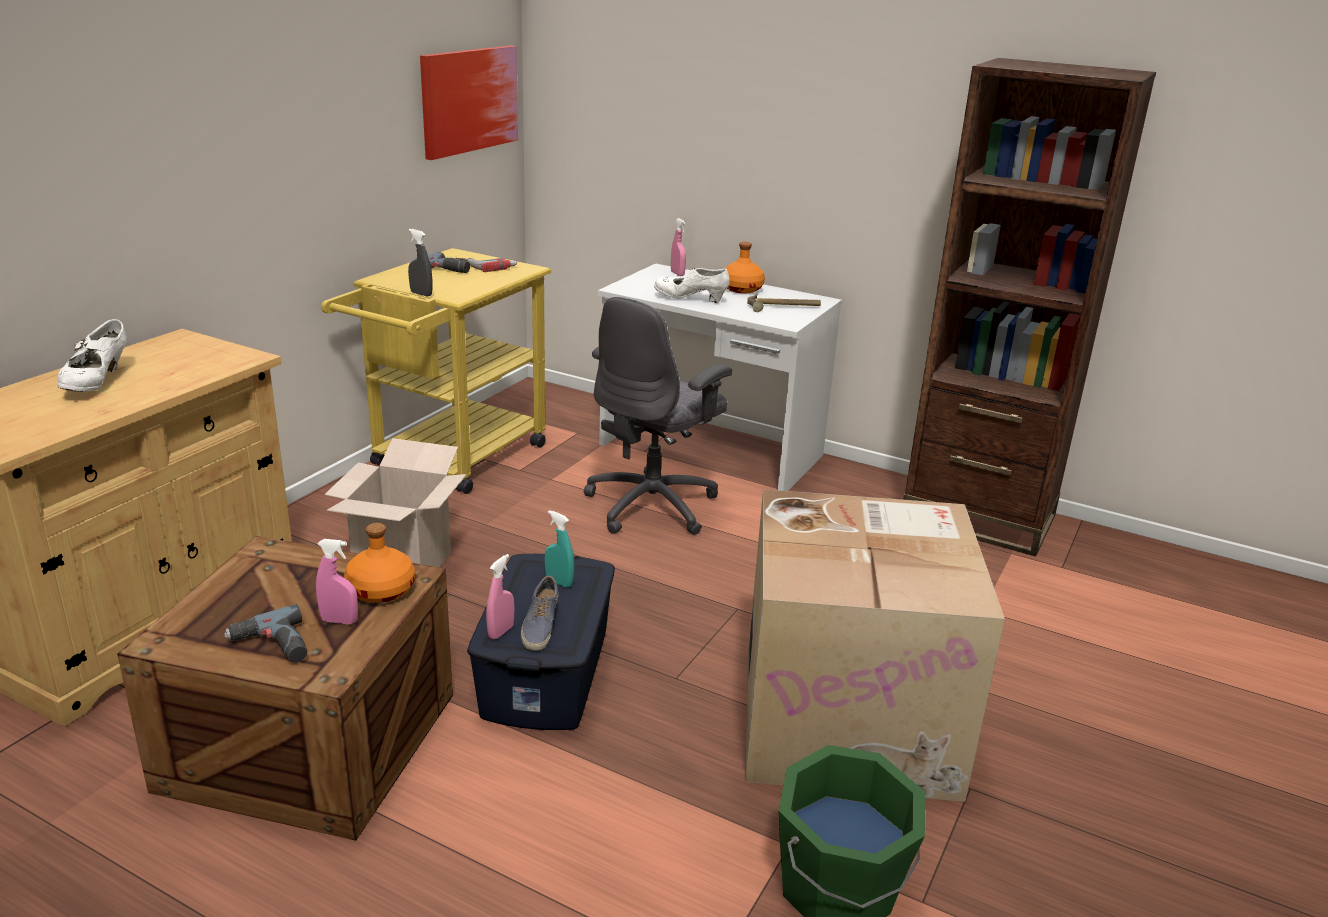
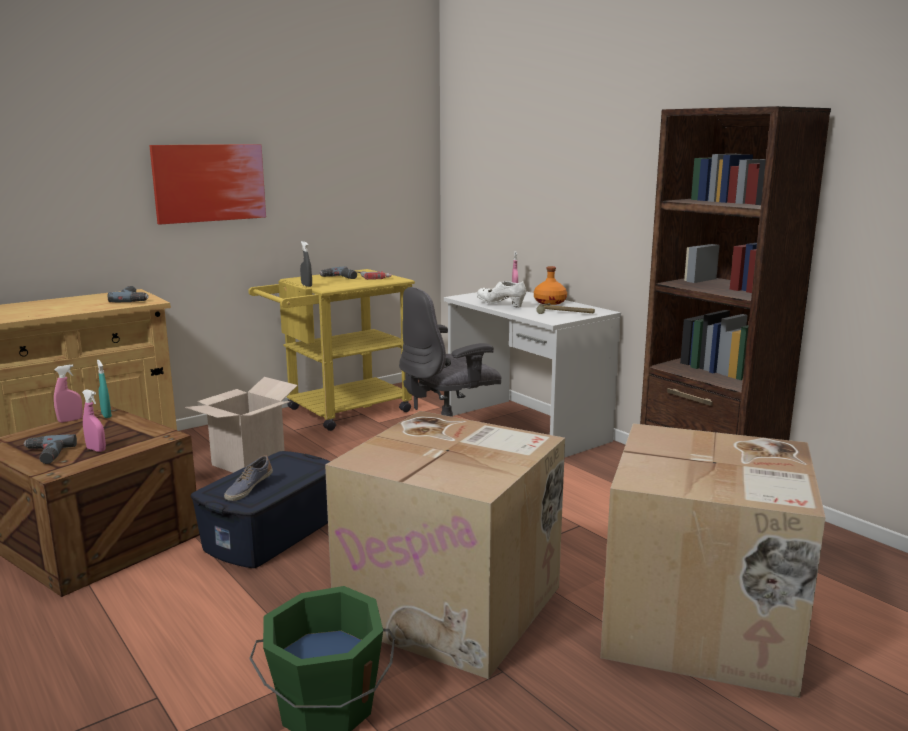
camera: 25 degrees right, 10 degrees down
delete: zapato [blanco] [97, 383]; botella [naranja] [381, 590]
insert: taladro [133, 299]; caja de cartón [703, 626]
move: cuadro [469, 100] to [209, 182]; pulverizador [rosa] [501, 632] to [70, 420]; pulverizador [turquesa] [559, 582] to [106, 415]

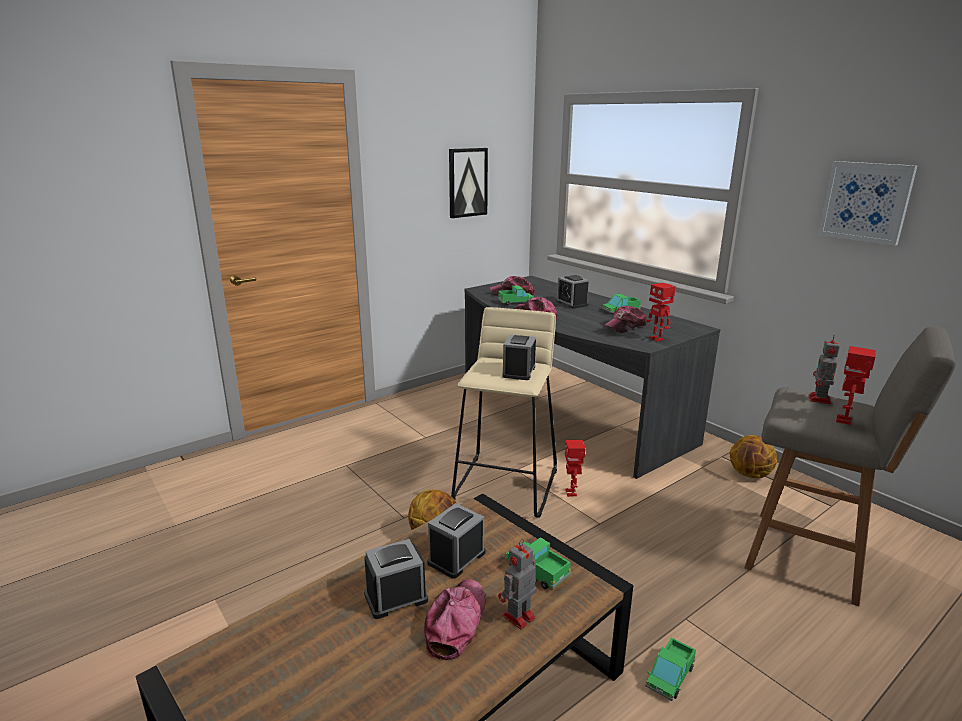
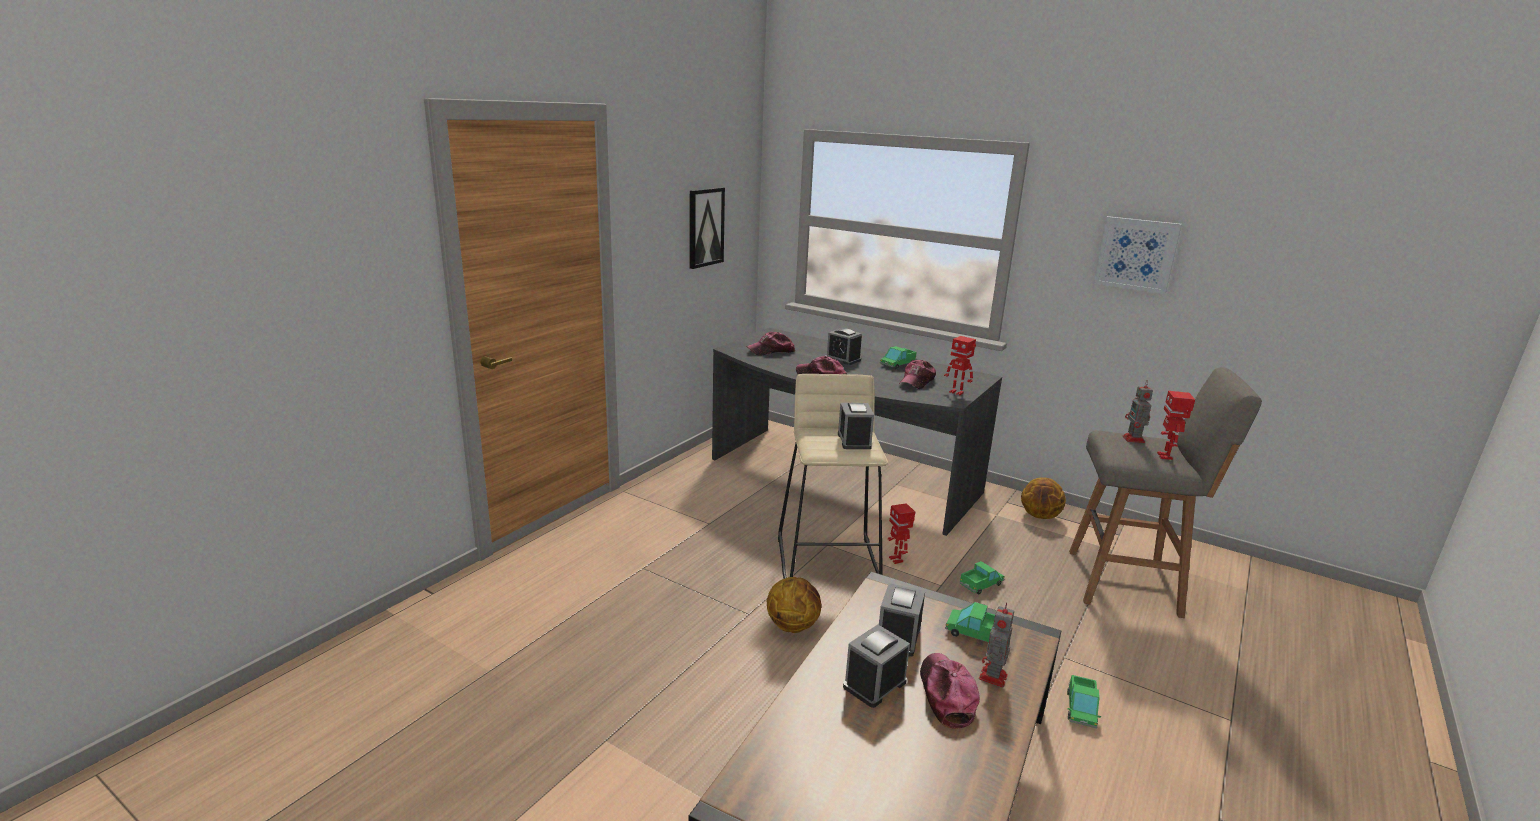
camera: 20 degrees left, 0 degrees up
move: camión de juguete [516, 302] to [981, 584]

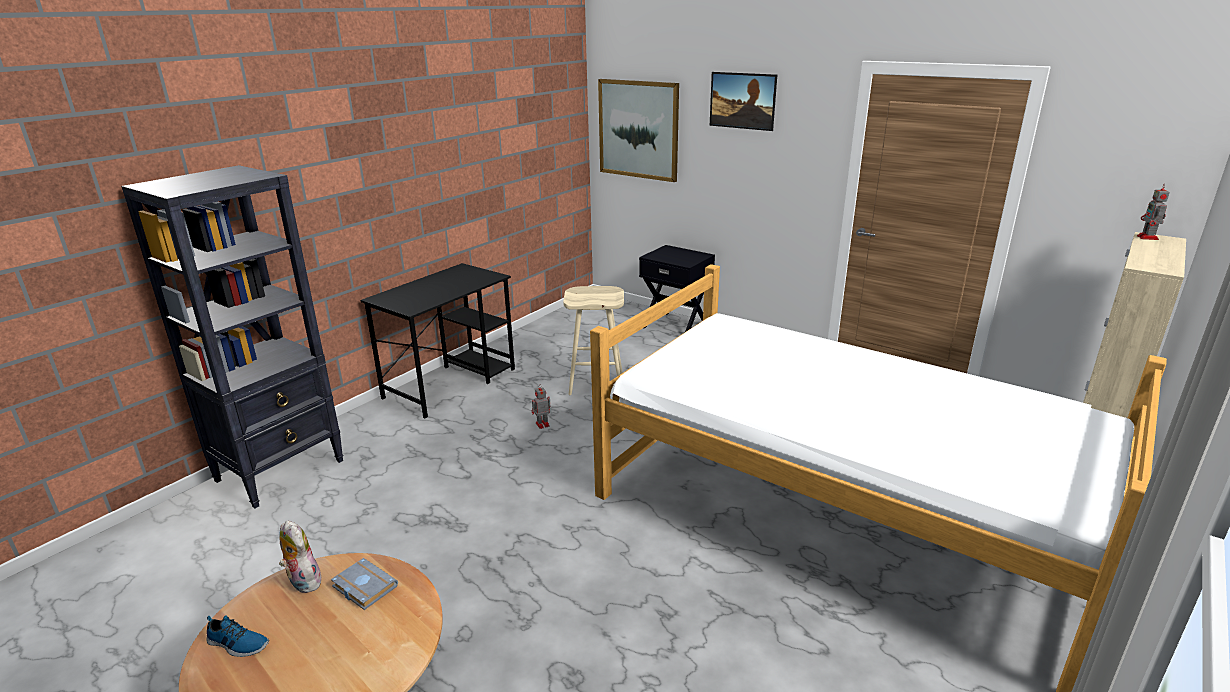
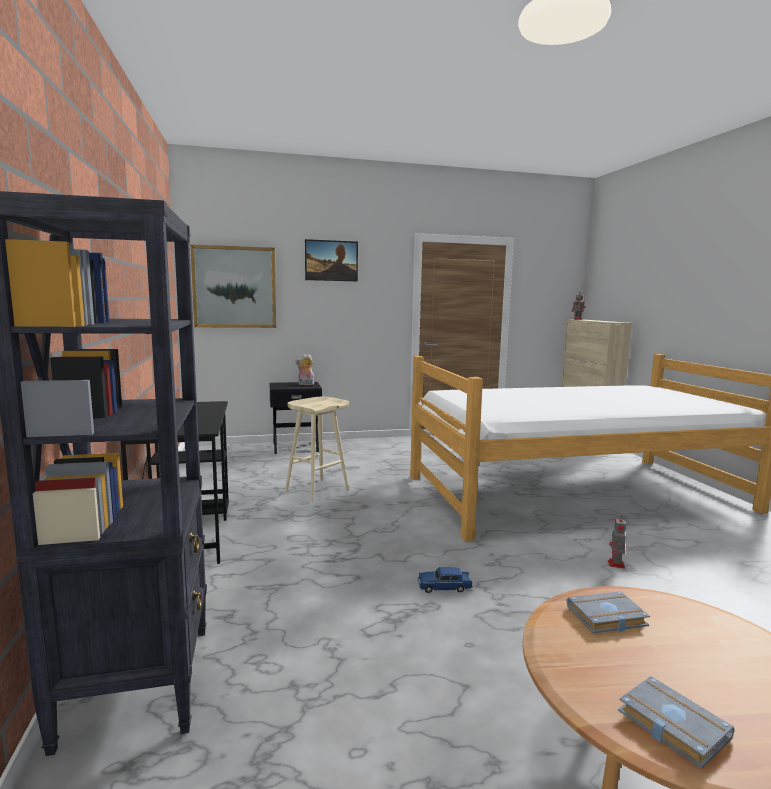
camera: 50 degrees left, 15 degrees down
insert: coche de juguete [azul] [444, 587]
move: peluche [302, 582] to [305, 384]; robot de juguete [541, 424] to [616, 565]
replace: zapato [237, 644] to libro [gris] [669, 725]

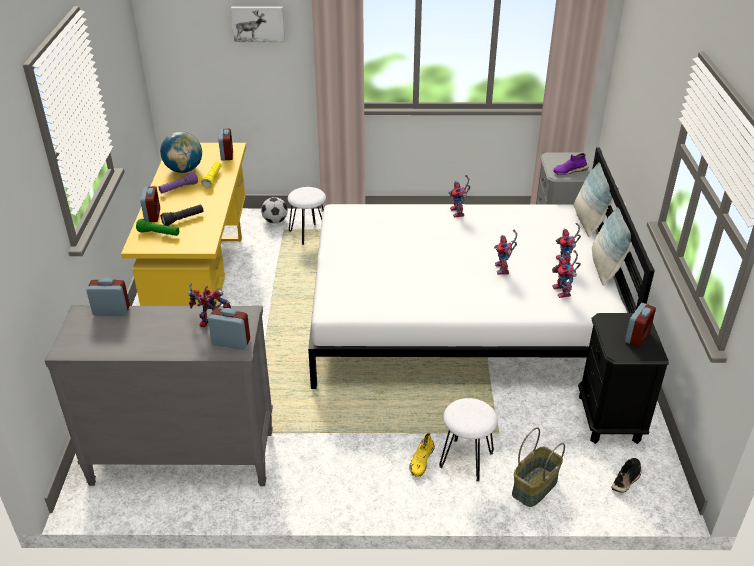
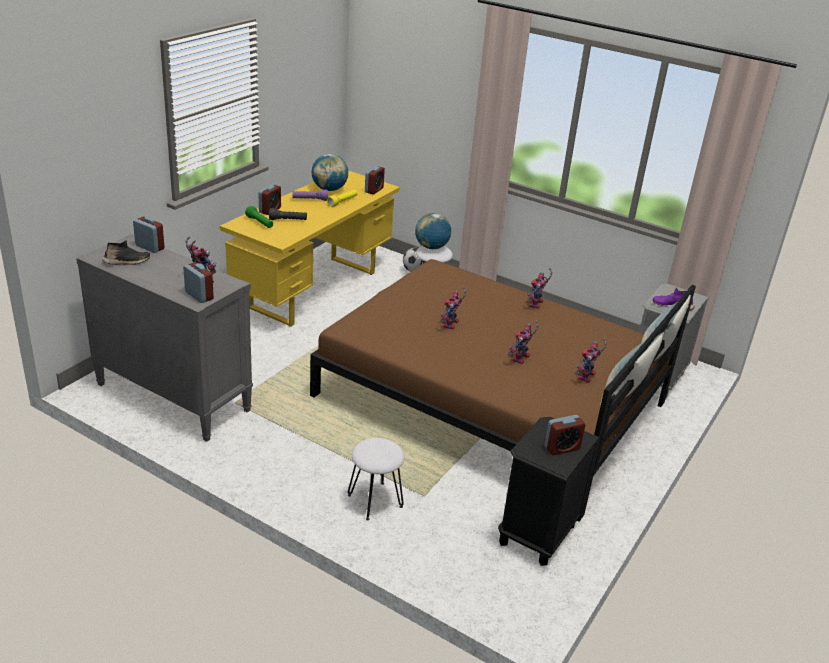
camera: 30 degrees right, 5 degrees down
delete: cuadro [258, 23]; zapato [amarillo] [421, 460]; cesta [535, 487]
insert: globo terráqueo [431, 247]
move: robot de juguete [563, 292] to [451, 325]; zapato [negro] [626, 479] to [127, 262]
recolor: cama [blanco] [460, 317] to cama [marrón] [490, 400]

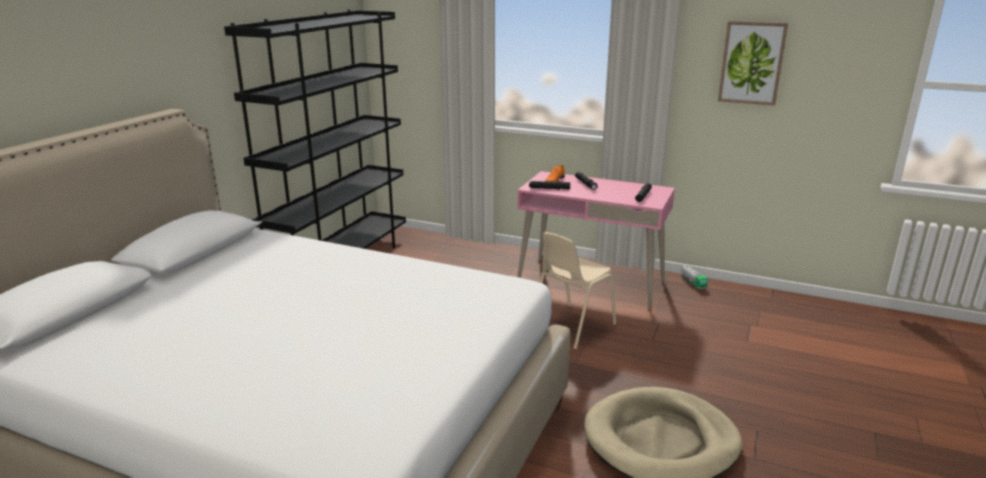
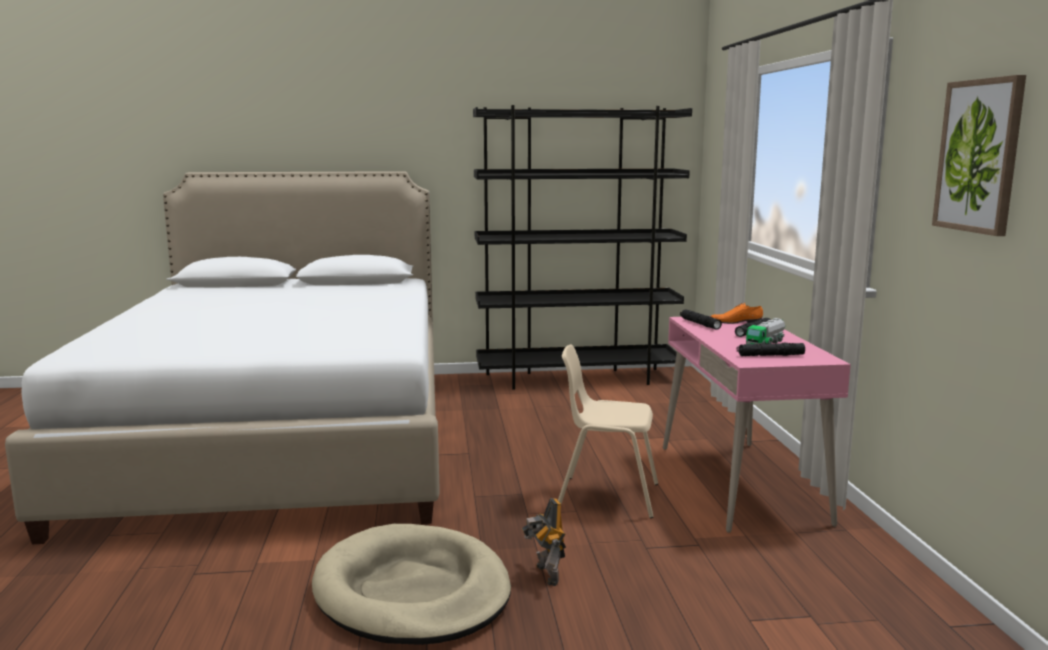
camera: 60 degrees right, 10 degrees down
insert: robot de juguete [545, 575]
move: camión de juguete [693, 283] to [765, 343]

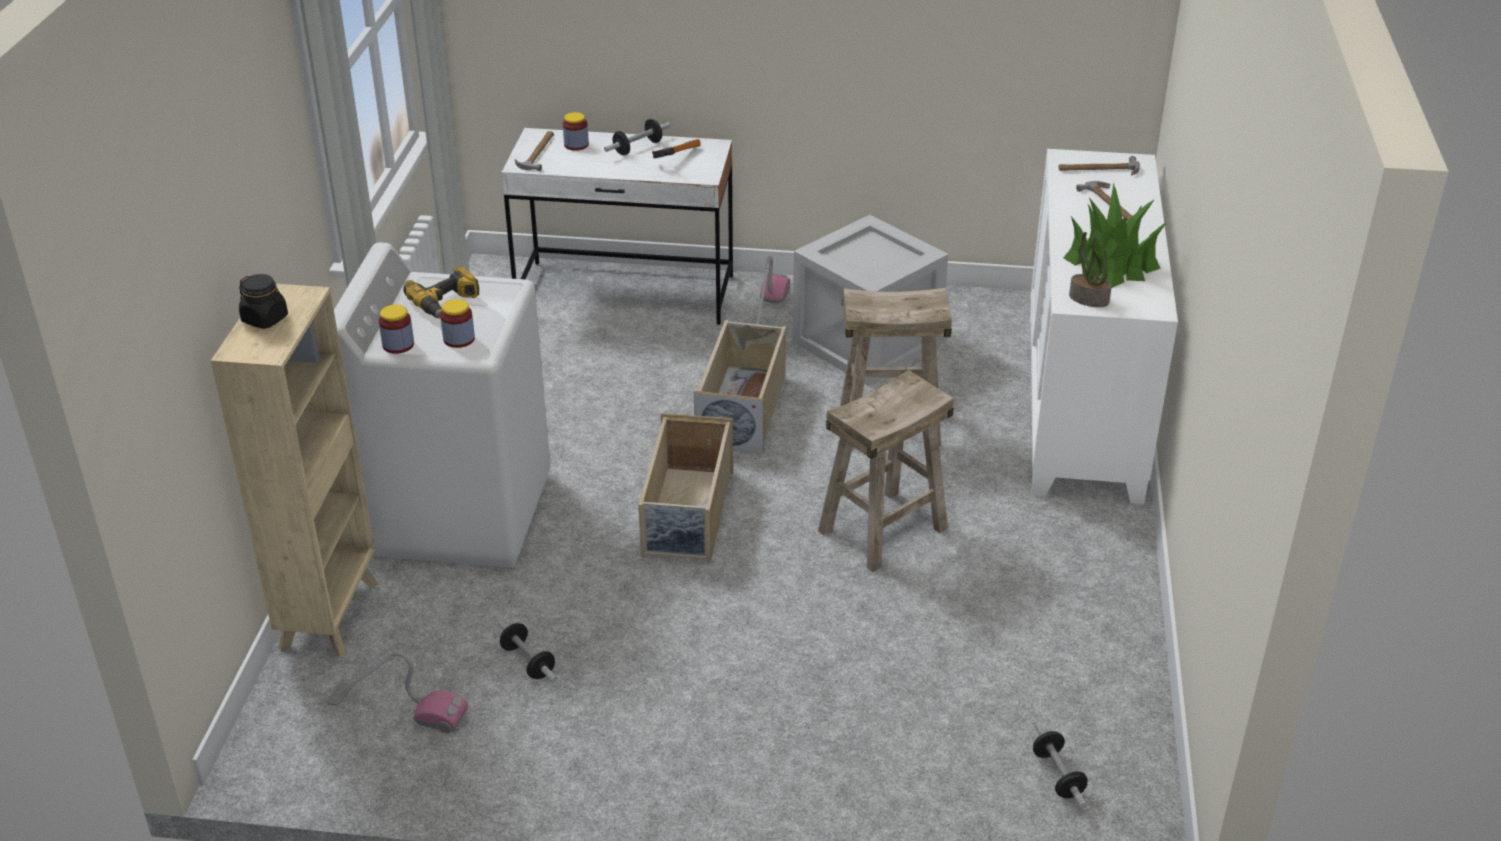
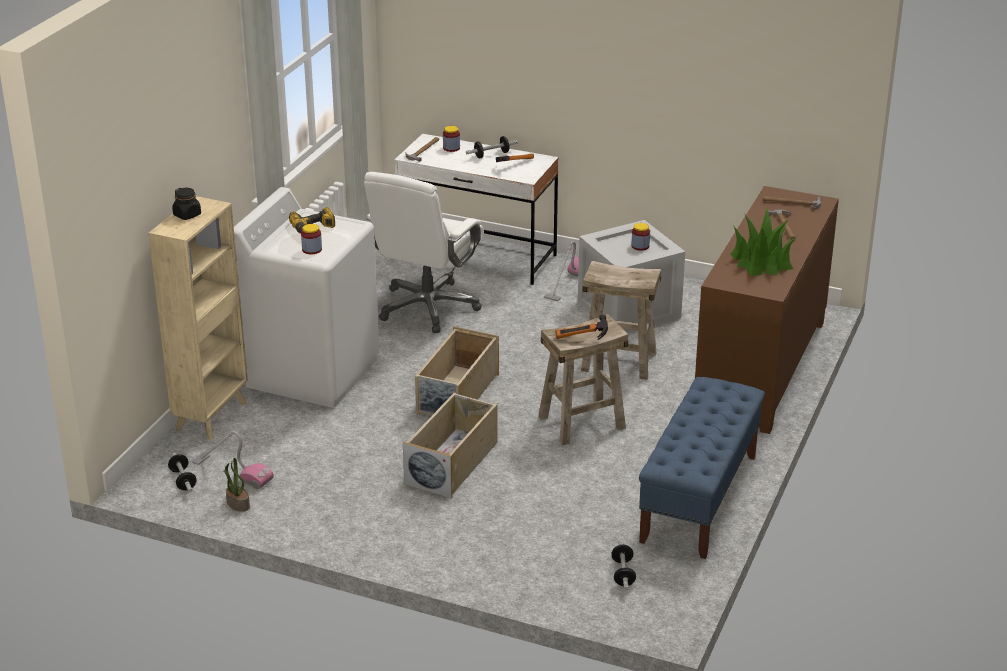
camera: 15 degrees right, 5 degrees down
insert: silla de oficina [blanco] [427, 307]; martillo [581, 339]; banco [azul] [699, 499]
move: tarro [398, 345] to [640, 246]; mancuerna [528, 662] to [183, 480]; caja de almacenaje [beis] [742, 409] to [452, 463]; planta en maceta [1088, 299] to [237, 504]
recolor: armario [blanco] [1084, 404] to armario [marrón] [762, 369]

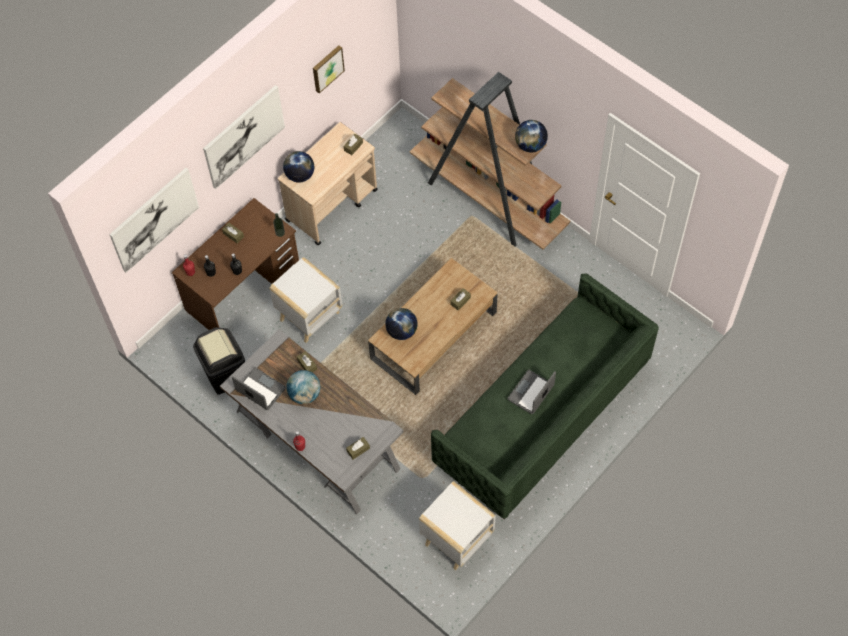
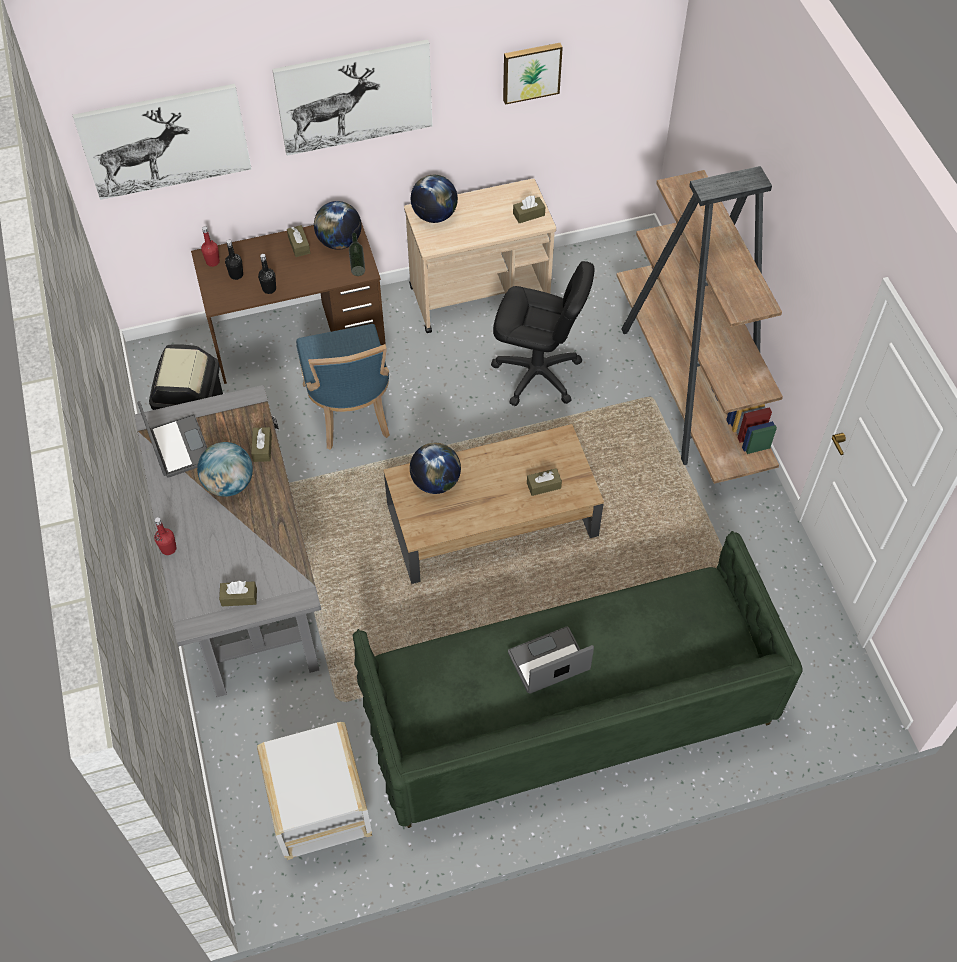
camera: 30 degrees right, 5 degrees down
insert: silla de oficina [negro] [537, 374]
move: globo terráqueo [530, 145] to [339, 242]
replace: mesa auxiliar [blanco] [309, 317] to silla [azul] [350, 412]

